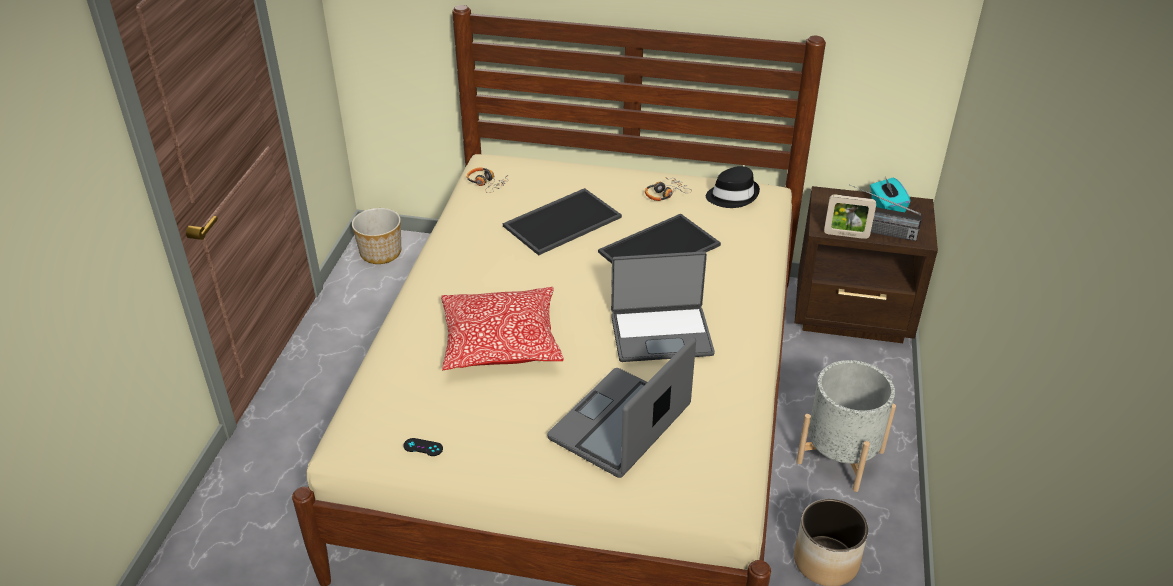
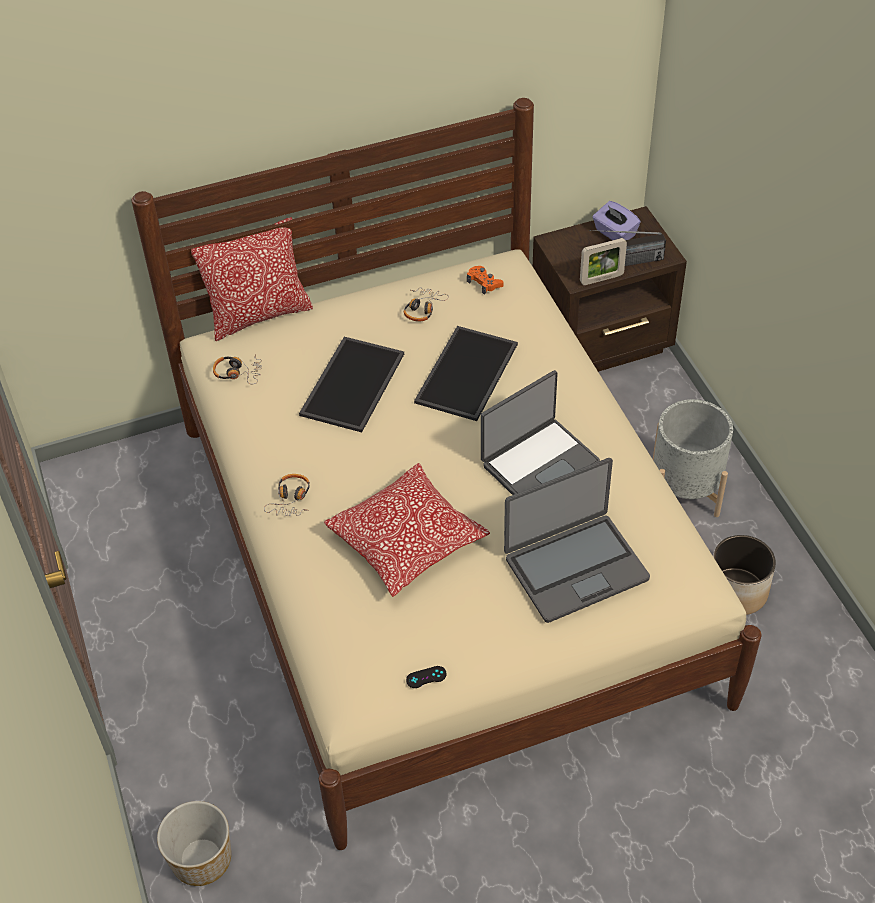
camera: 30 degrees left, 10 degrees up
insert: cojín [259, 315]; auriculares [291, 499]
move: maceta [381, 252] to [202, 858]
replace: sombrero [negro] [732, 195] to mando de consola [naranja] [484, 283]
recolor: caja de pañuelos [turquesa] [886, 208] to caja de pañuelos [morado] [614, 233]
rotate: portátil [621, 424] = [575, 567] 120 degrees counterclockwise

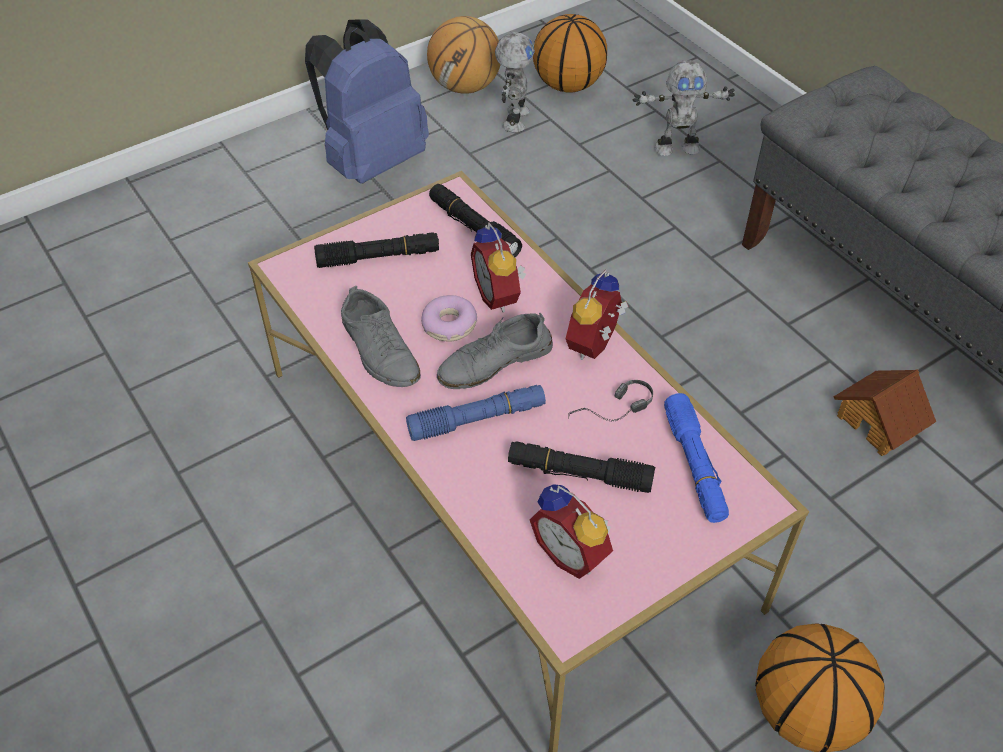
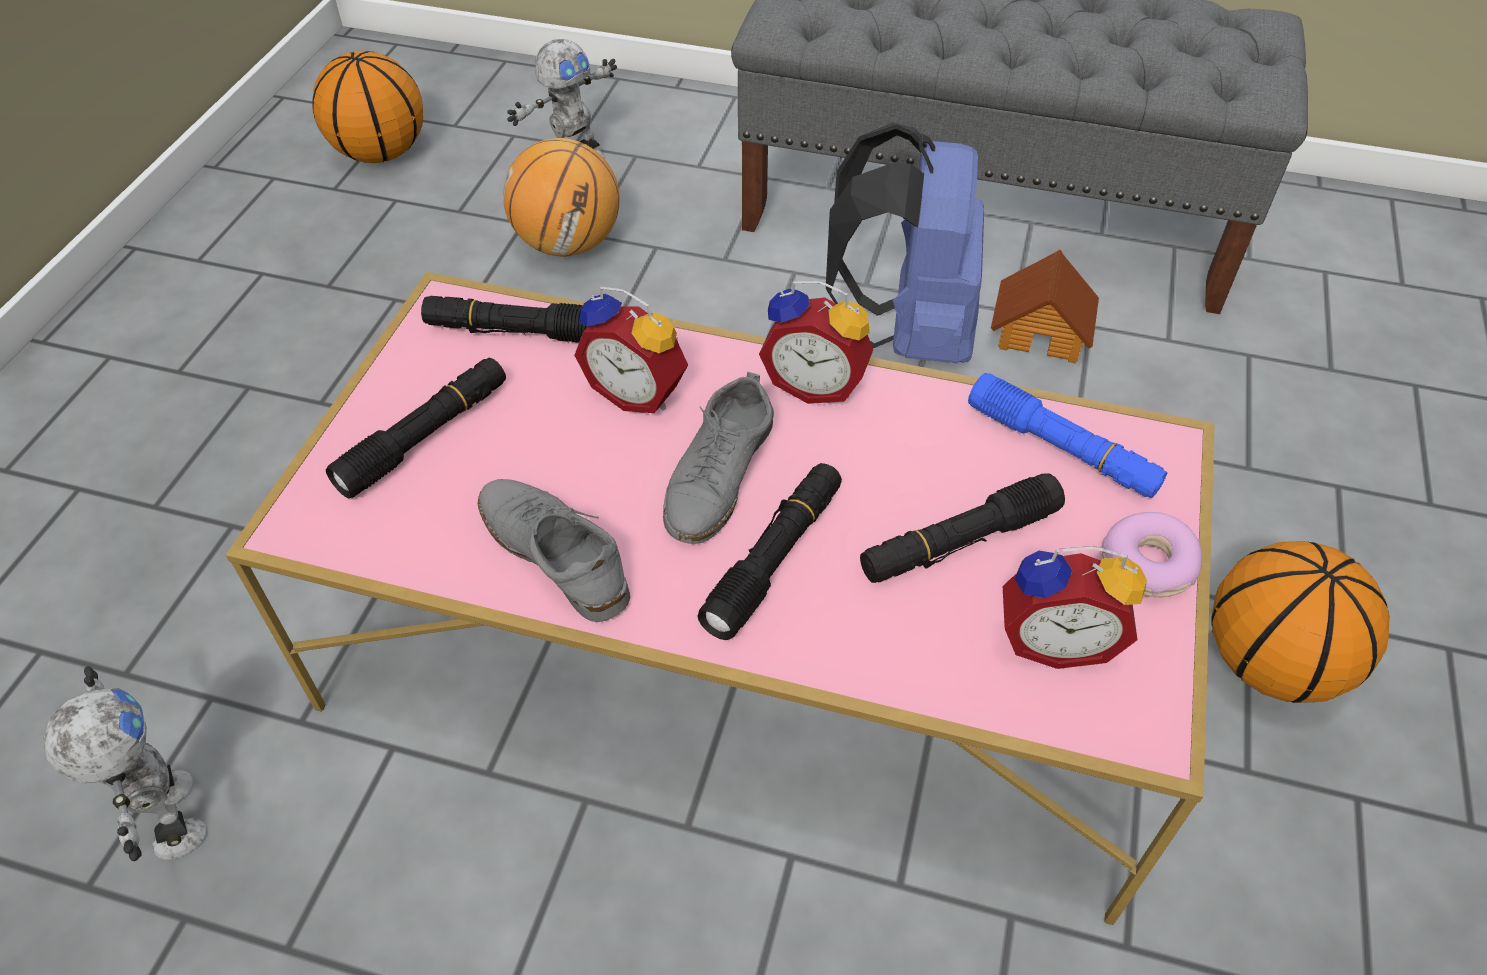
camera: 40 degrees left, 0 degrees up
delete: auriculares [612, 414]
move: mochila [azul] [371, 161] to [908, 332]; rosquilla [449, 325] to [1148, 564]; balón de baloncesto [465, 87] to [569, 244]; robot de juguete [514, 119] to [169, 817]
recolor: linterna [azul] [477, 419] to linterna [negro] [774, 558]
rotate: zapato [gris] [379, 350] = [554, 553] 150 degrees counterclockwise; despertador [596, 346] = [815, 384] 60 degrees counterclockwise

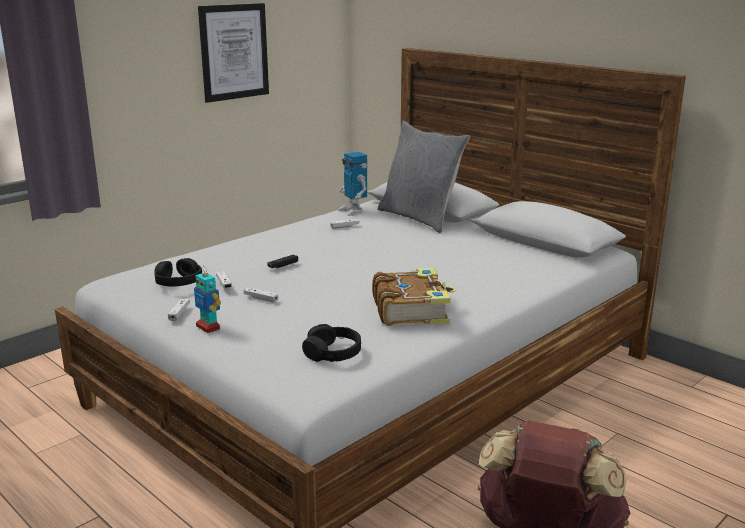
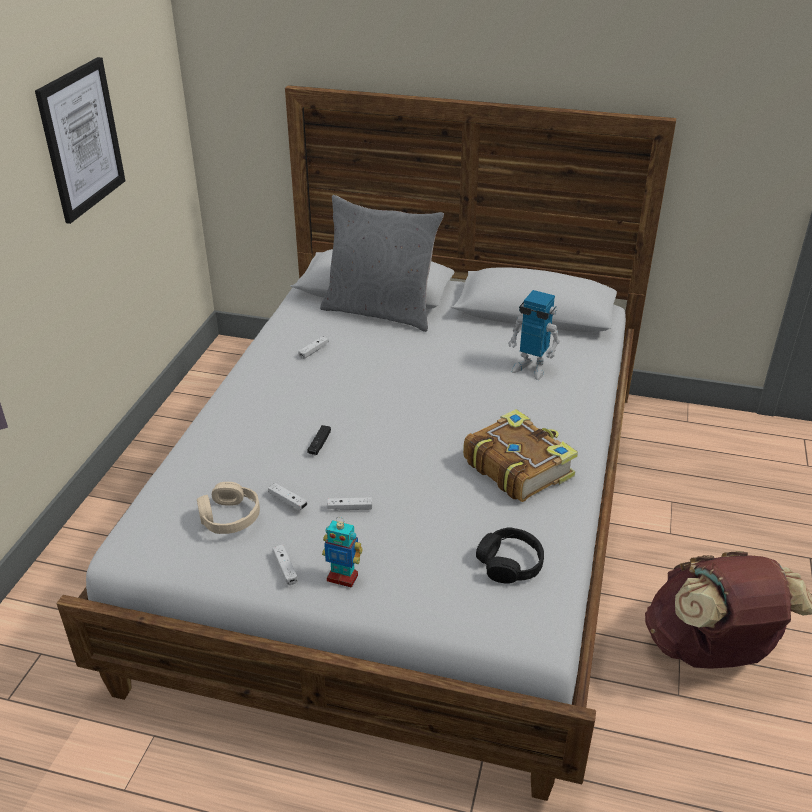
camera: 30 degrees left, 15 degrees up
move: robot de juguete [353, 211] to [531, 368]
recolor: auriculares [negro] [178, 282] to auriculares [beis] [229, 517]

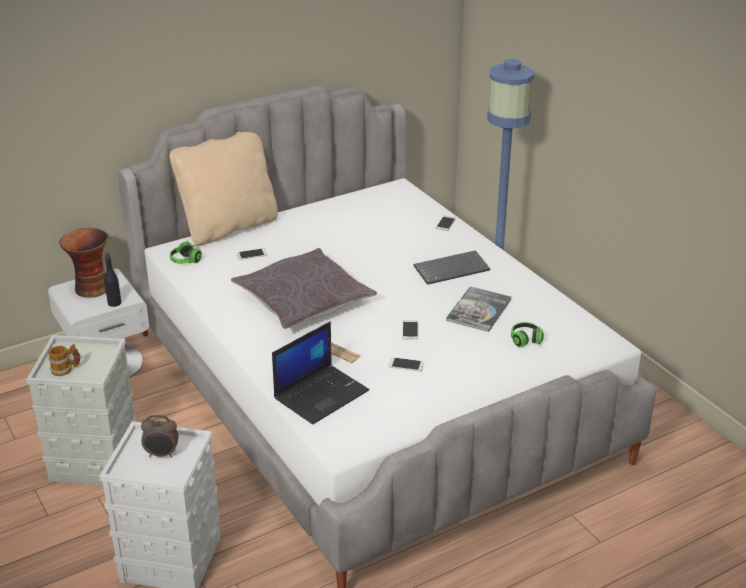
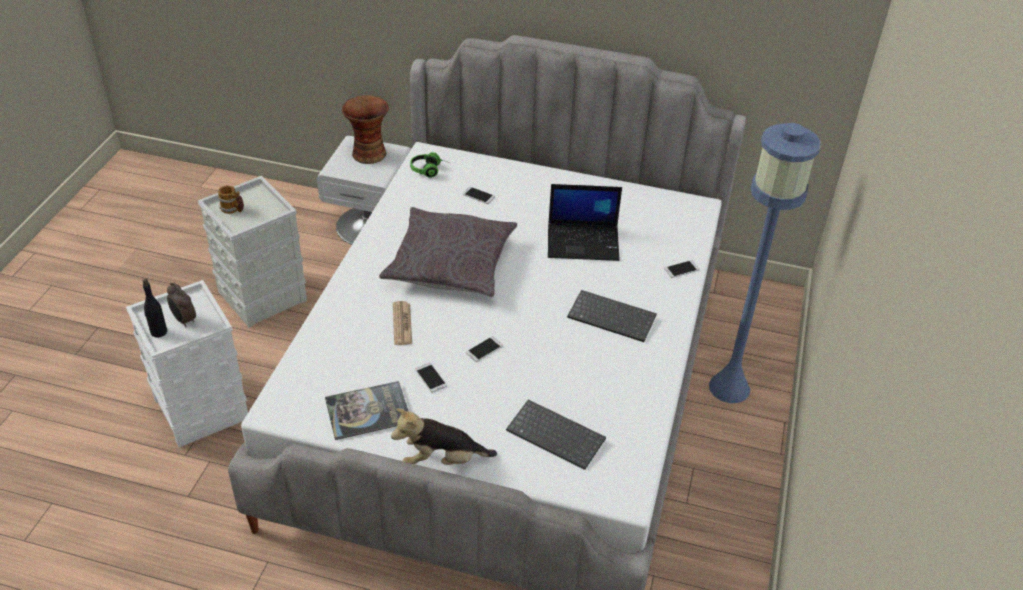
camera: 45 degrees right, 10 degrees up
delete: cojín [beis] [229, 227]
insert: peluche [442, 460]
move: botella [negro] [114, 303] to [158, 332]; portátil [321, 394] to [584, 242]; libro [479, 310] to [368, 411]
replace: auriculares [527, 342] to teclado [557, 435]

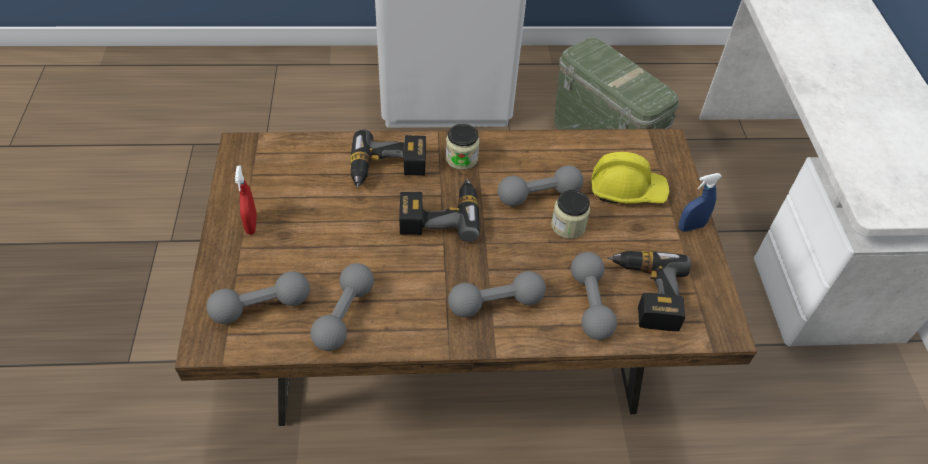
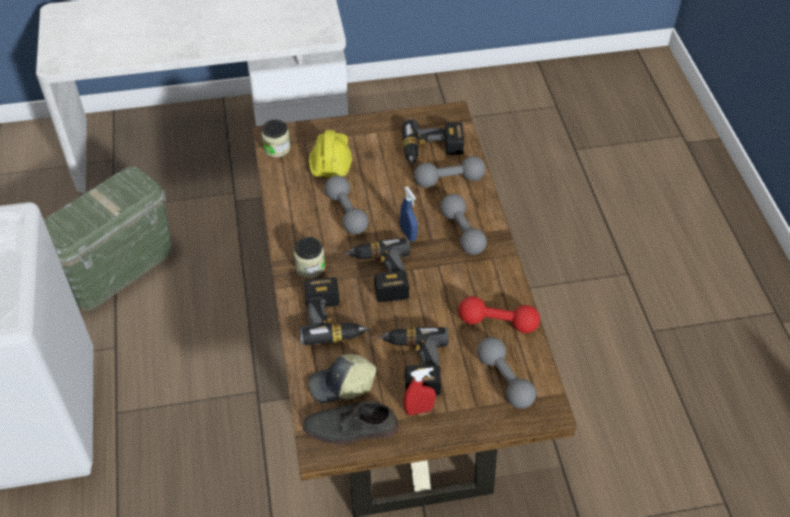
camera: 95 degrees left, 0 degrees up
insert: zapato [gris] [350, 428]; gorra [341, 385]; taladro [413, 365]
move: tarro [568, 226] to [277, 148]; pulverizador [azul] [691, 227] to [408, 234]
recolor: mancuerna [gris] [344, 315] to mancuerna [rojo] [497, 322]

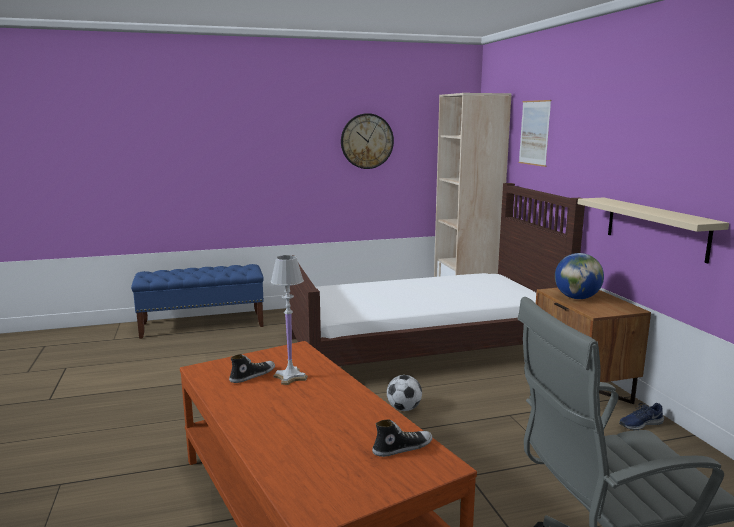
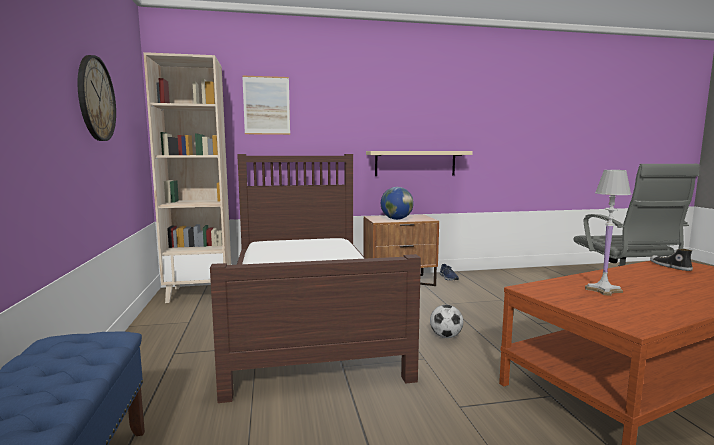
camera: 85 degrees left, 5 degrees down
delete: zapato [252, 375]

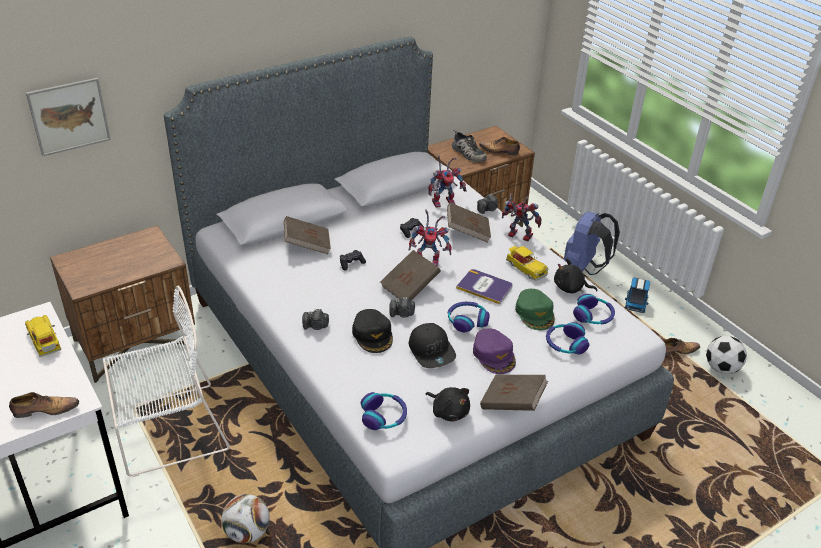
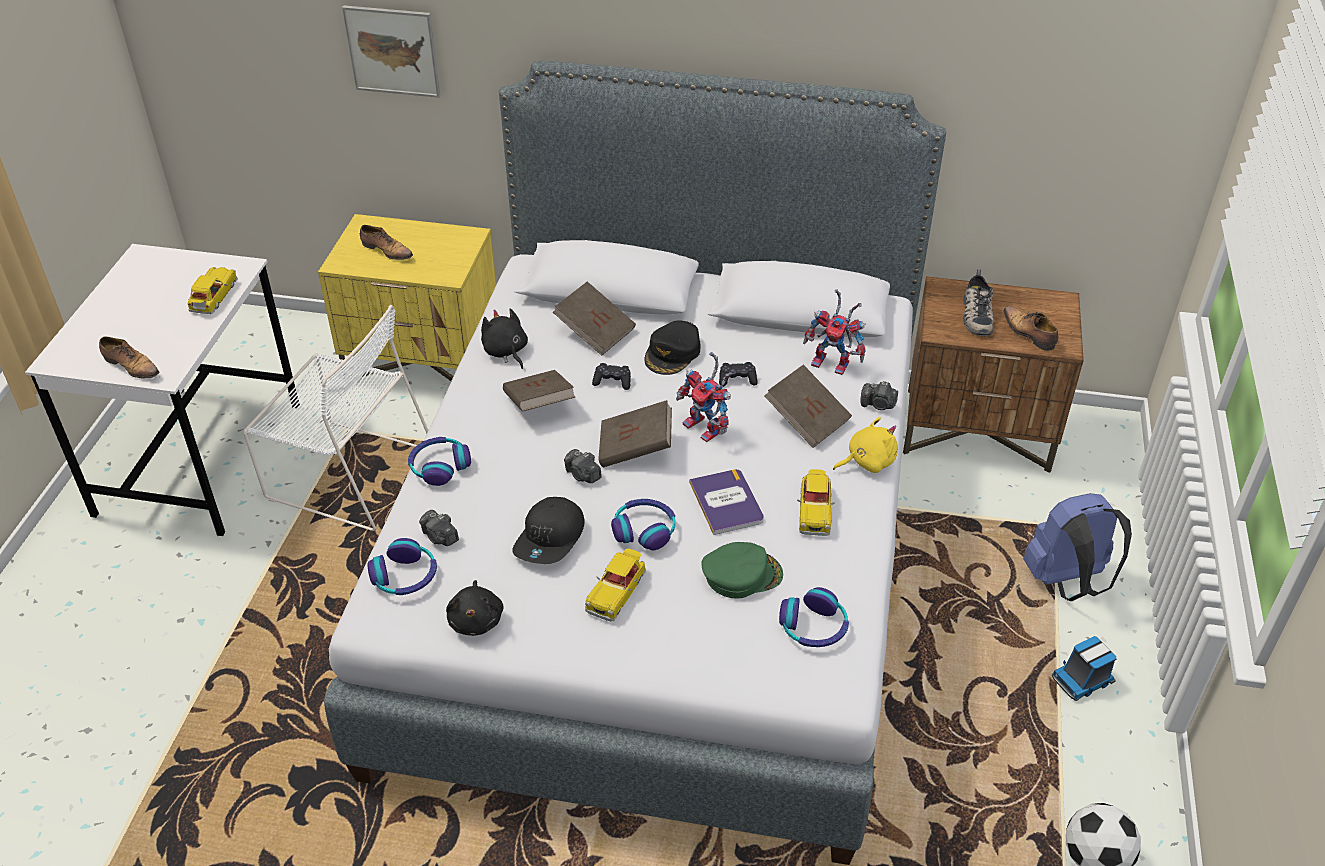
camera: 45 degrees right, 5 degrees up
delete: balón de fútbol [247, 533]
move: cámara [316, 326] to [440, 537]; gorra [negro] [373, 335] to [673, 353]; libro [marrón] [512, 403] to [539, 405]; auriculares [565, 344] to [439, 466]; peluche [negro] [570, 288] to [506, 352]; zapato [676, 351] to [387, 251]
replace: gorra [morado] [494, 355] to coche de juguete [616, 591]; robot de juguete [517, 235] to peluche [amarillo] [867, 461]
recolor: mesita de noche [marrón] [136, 342] to mesita de noche [amarillo] [424, 361]
rotate: gorra [verde] [535, 313] = [741, 574] 135 degrees counterclockwise

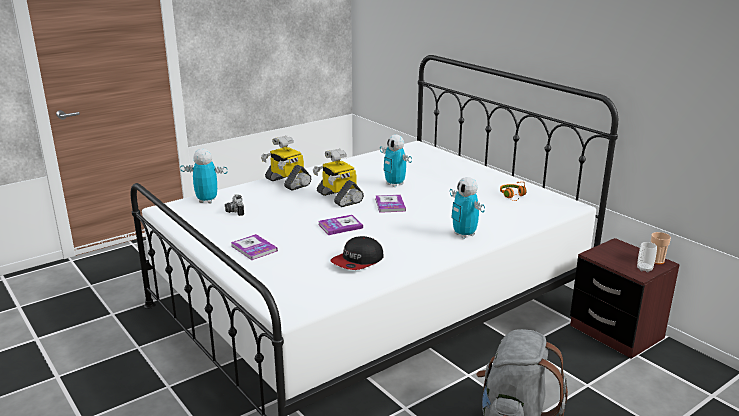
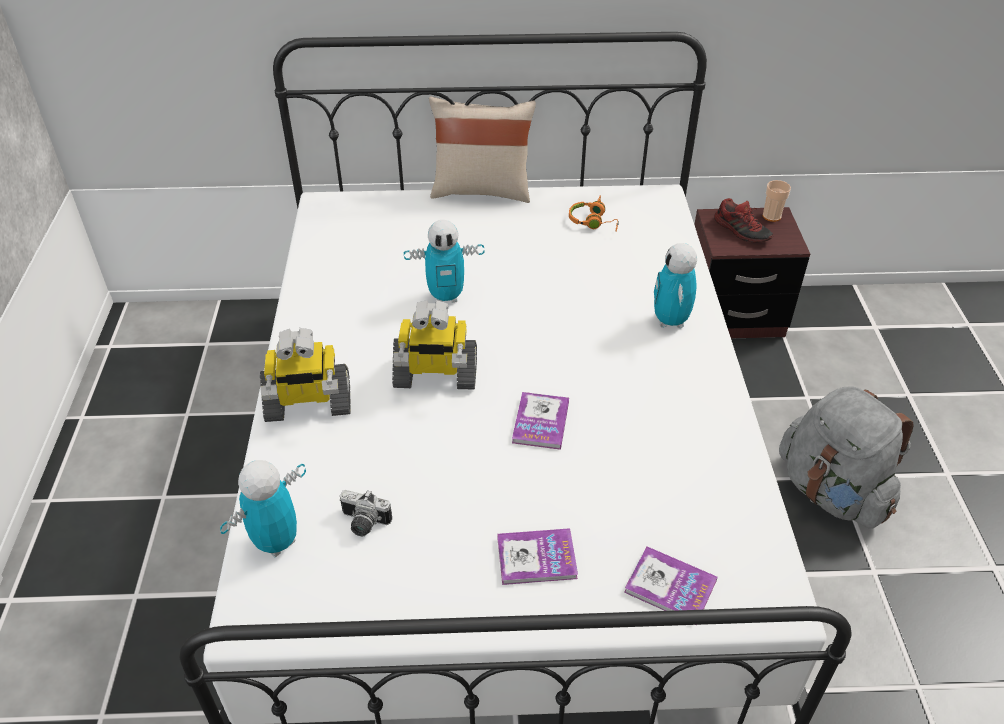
camera: 55 degrees left, 20 degrees up
delete: gorra [358, 261]; taza [644, 269]
insert: cojín [beis] [482, 190]; zapato [742, 231]
move: libro [390, 205] to [670, 586]
rotate: robot de juguete [464, 235] = [670, 321] 90 degrees clockwise

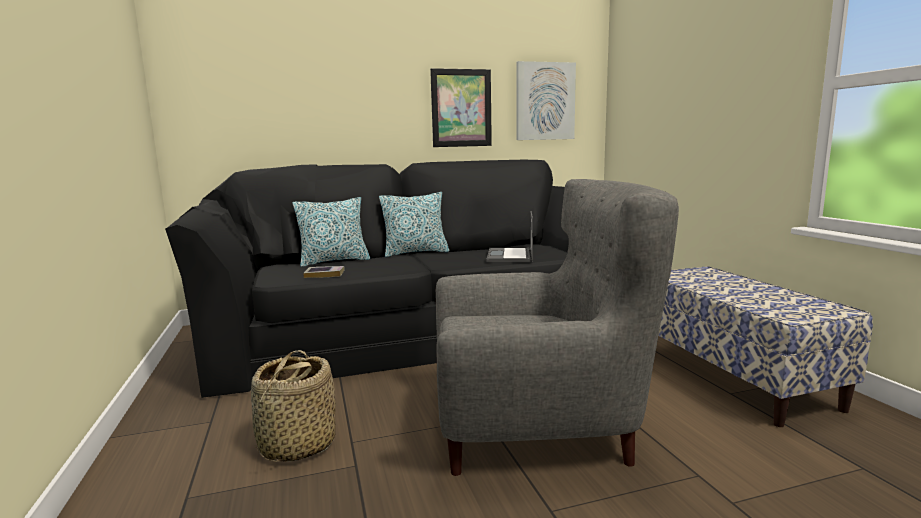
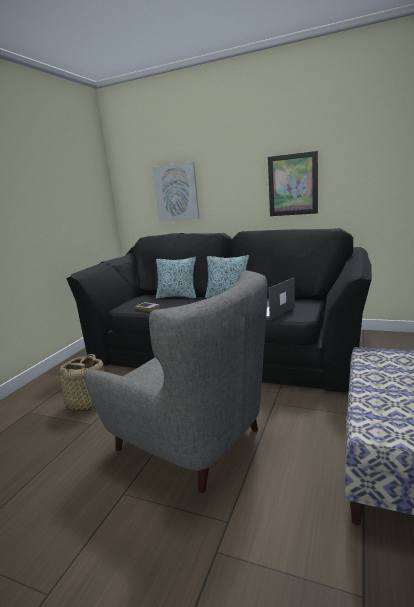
camera: 40 degrees right, 5 degrees up
move: cuadro [545, 101] to [176, 192]

